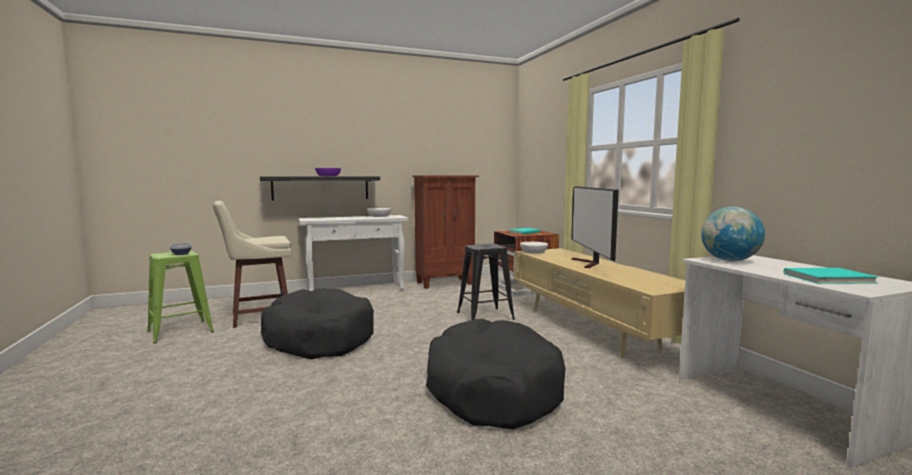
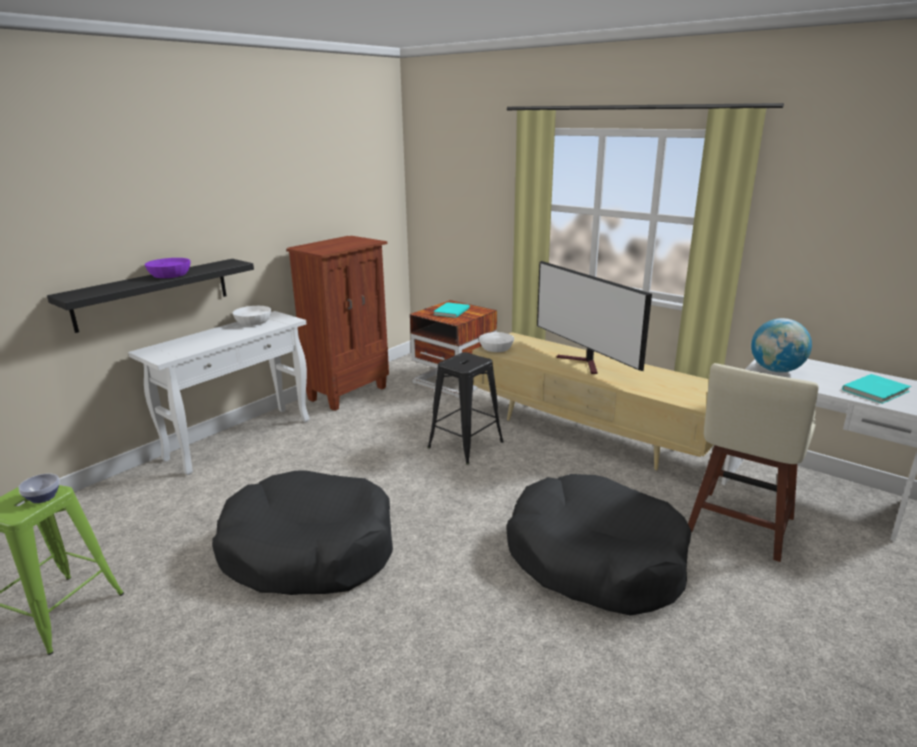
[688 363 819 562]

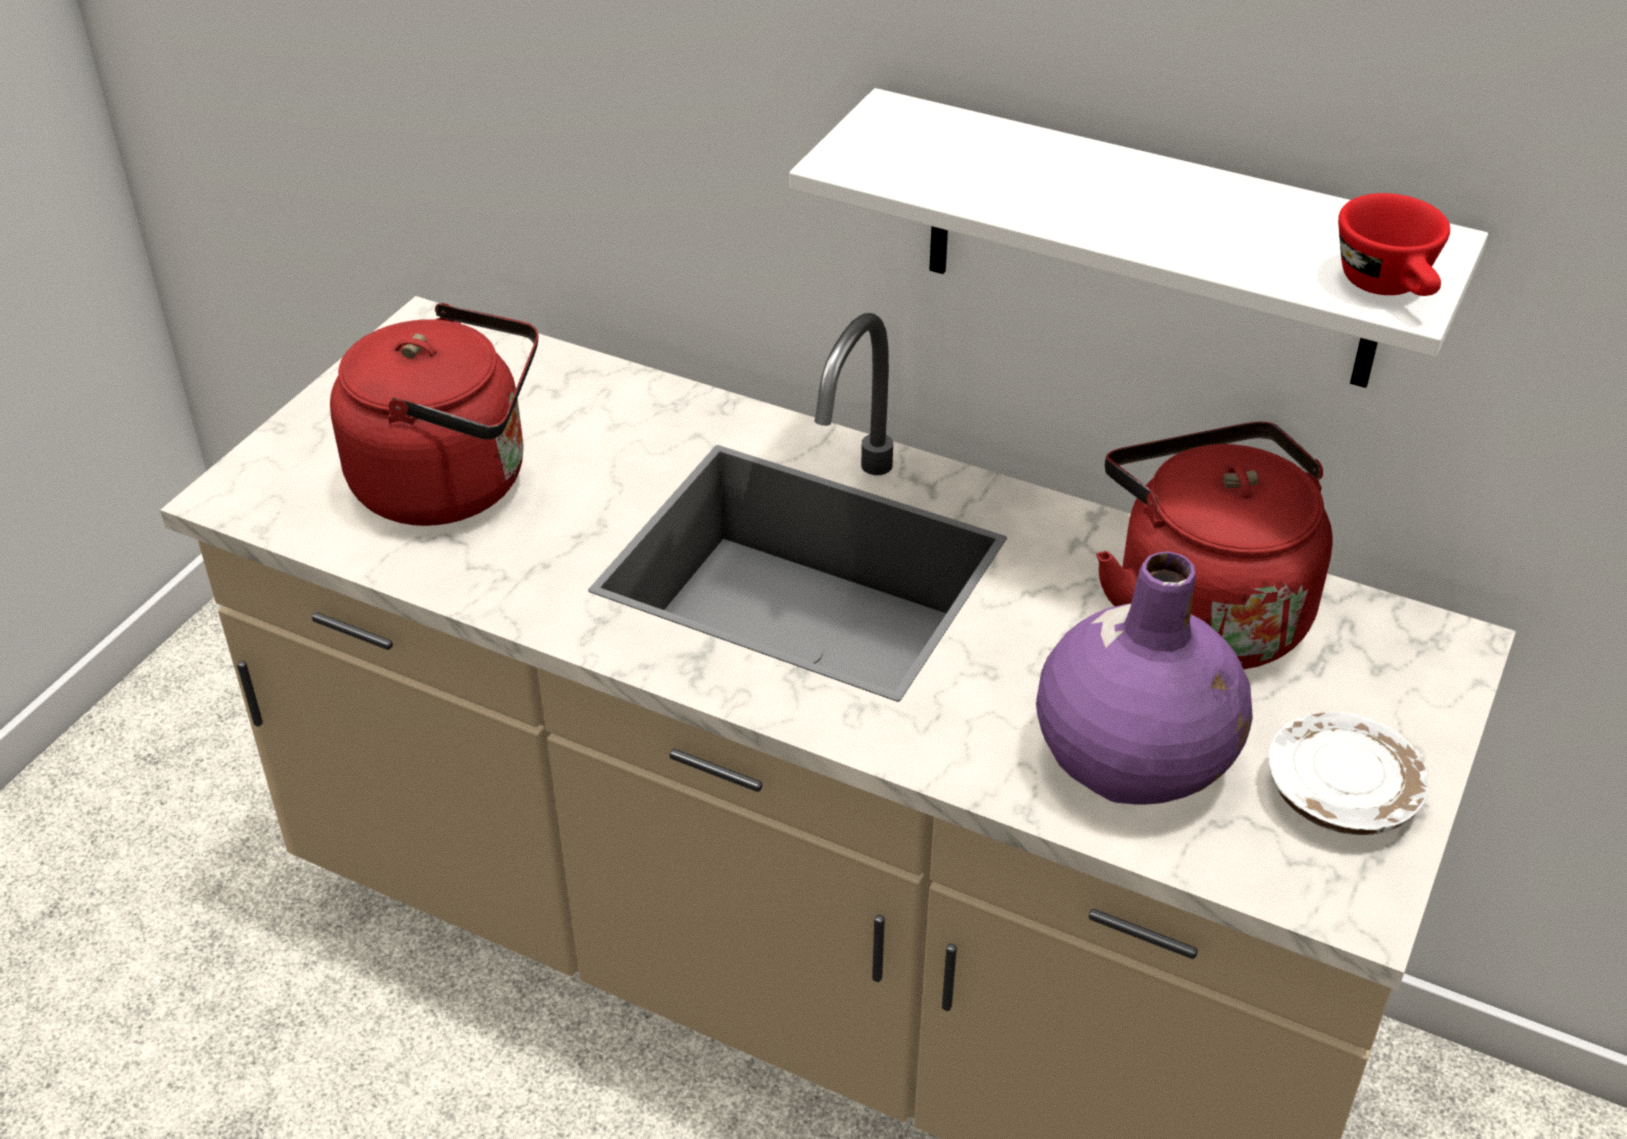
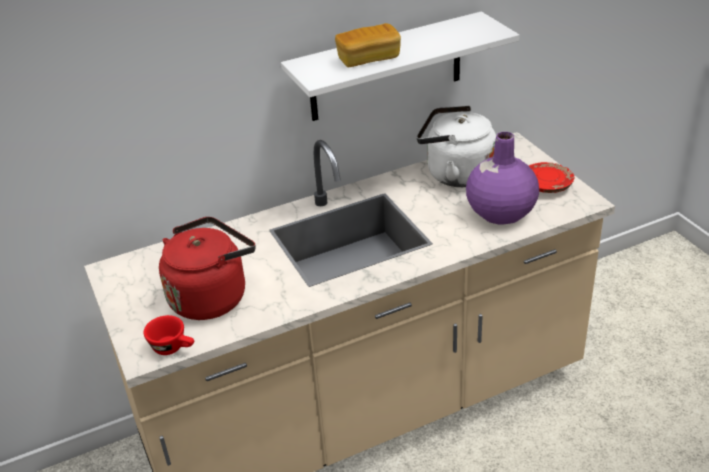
[417 105 496 187]
[529 162 574 193]
[144 315 194 355]
[335 23 401 67]

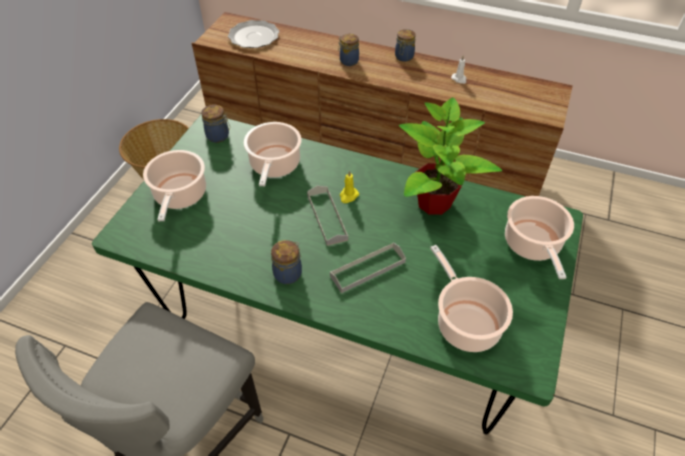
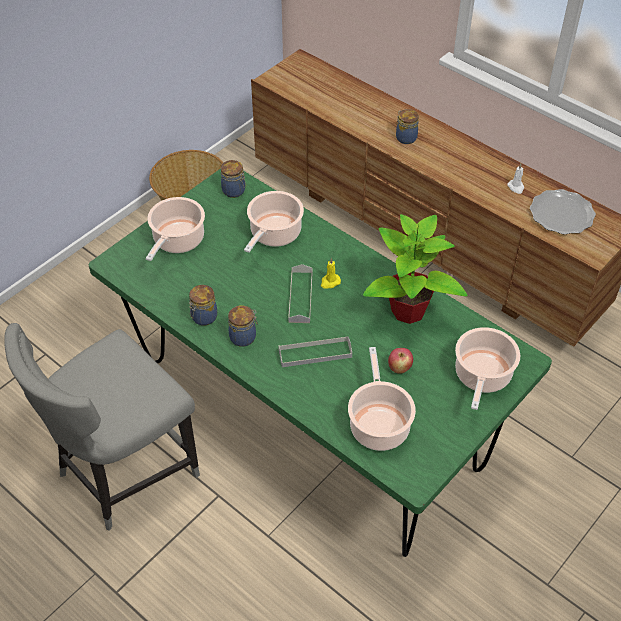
[530 189 596 234]
[189 285 217 325]
[388 348 413 374]

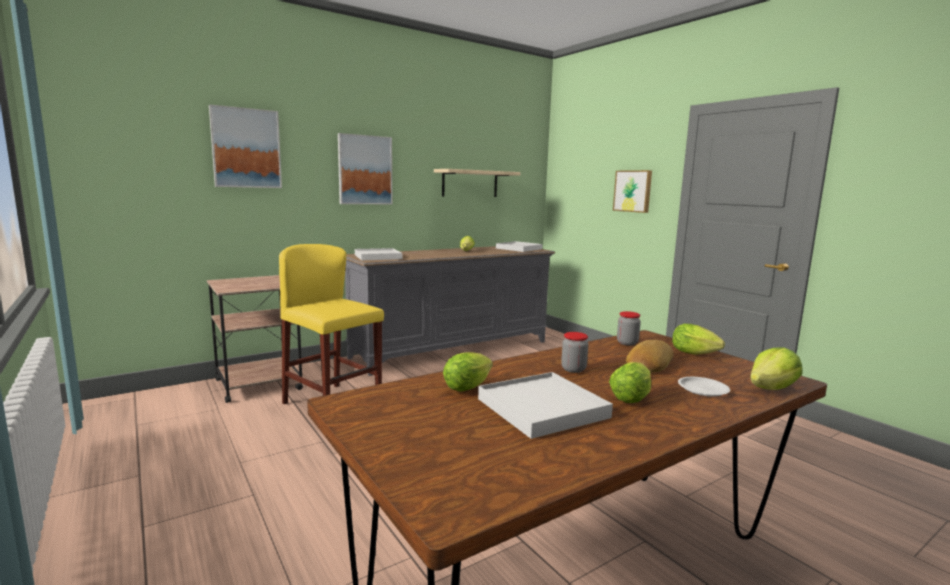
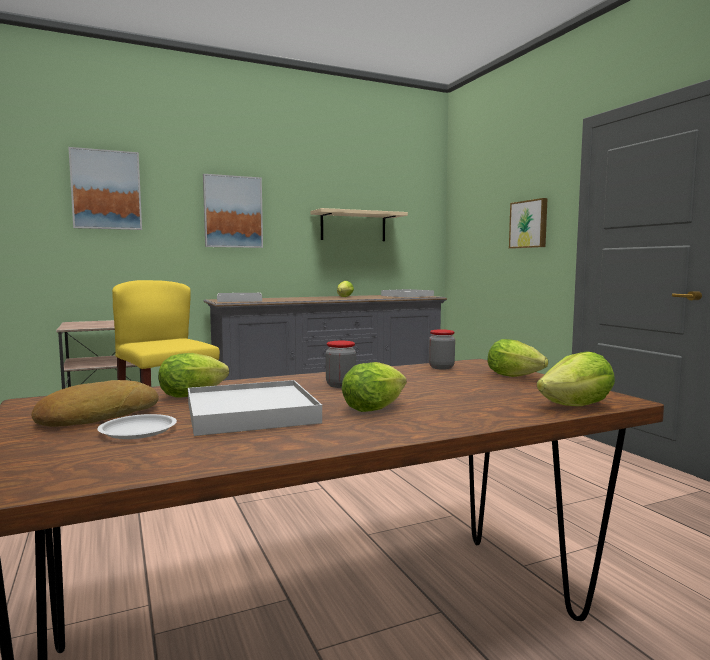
[31 380 159 427]
[97 414 177 439]

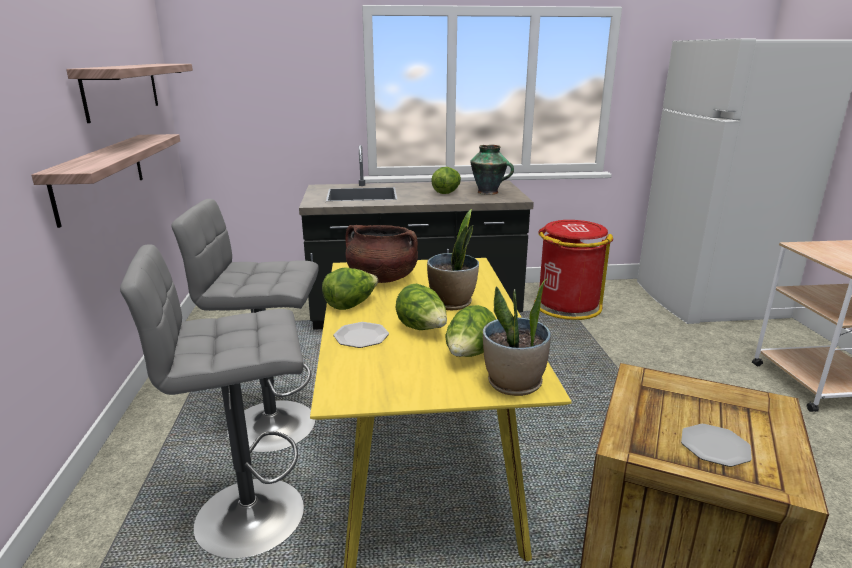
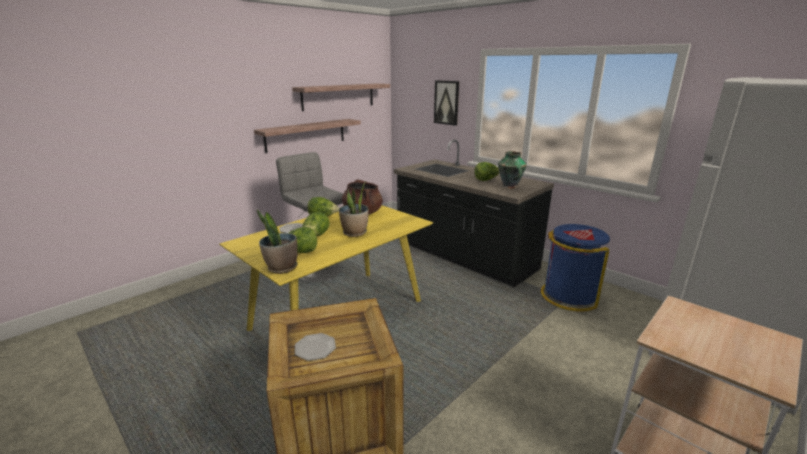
[120 244 304 559] (first image)
[541 224 610 312]
[434 80 459 126]

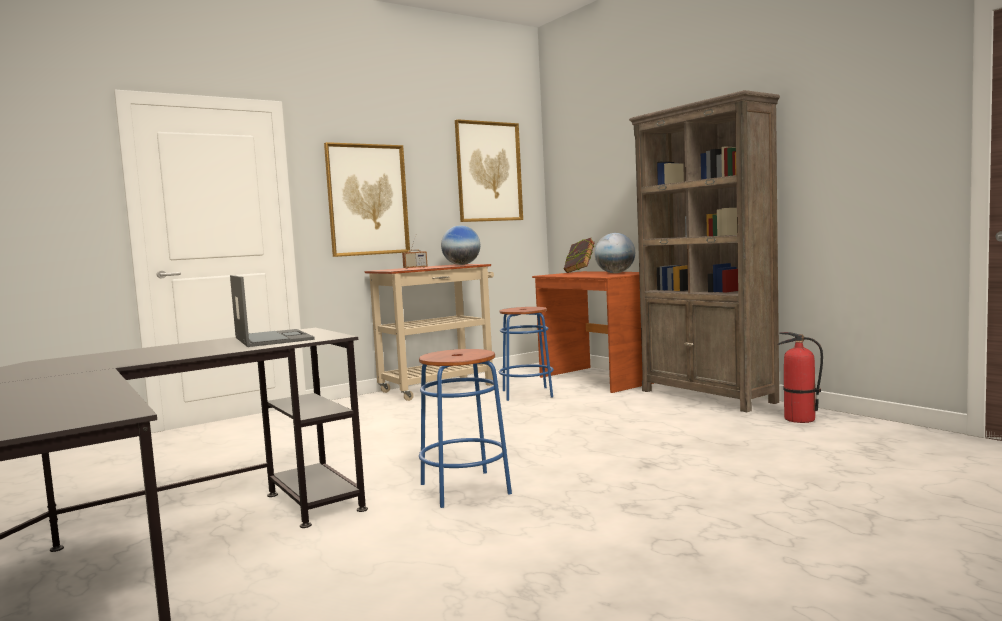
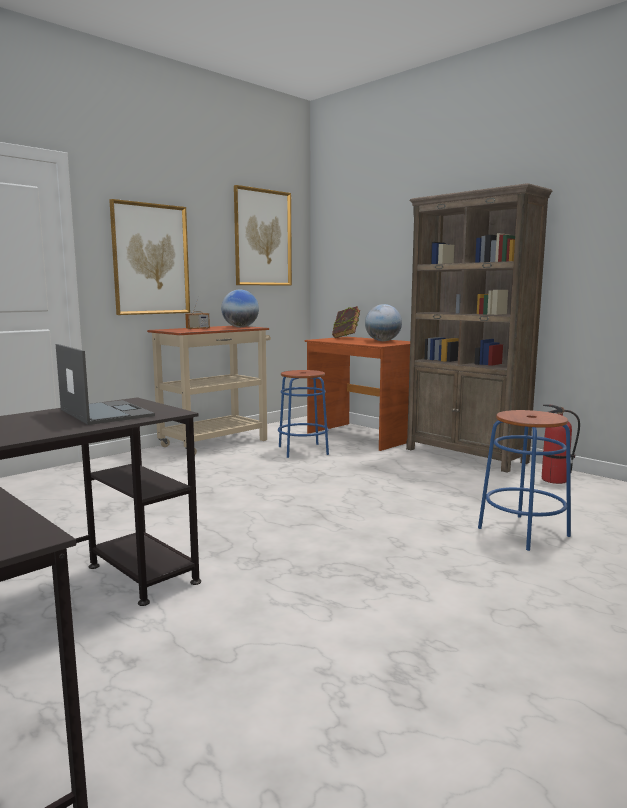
[478 410 571 551]

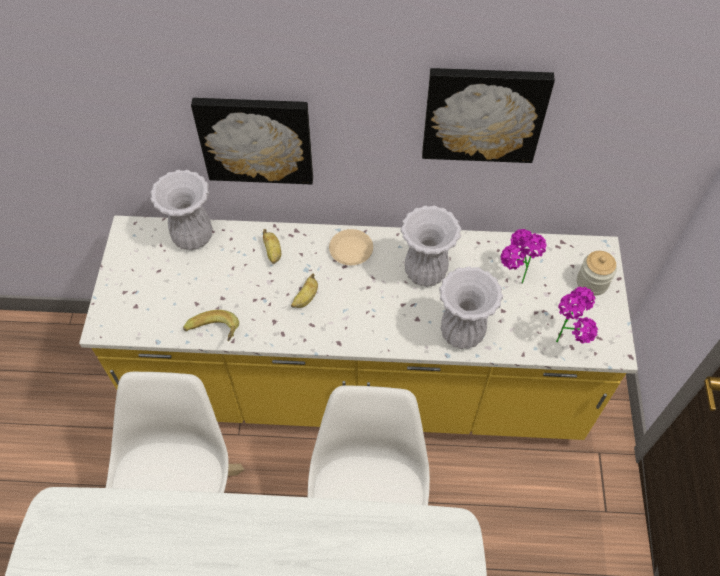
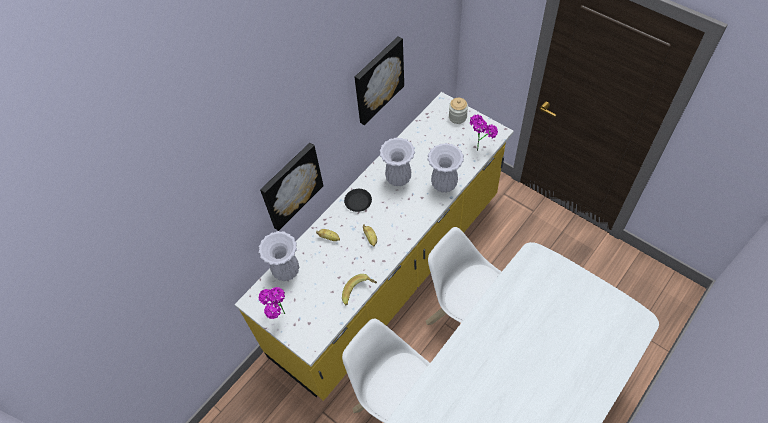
[344 189 372 212]
[258 287 285 319]

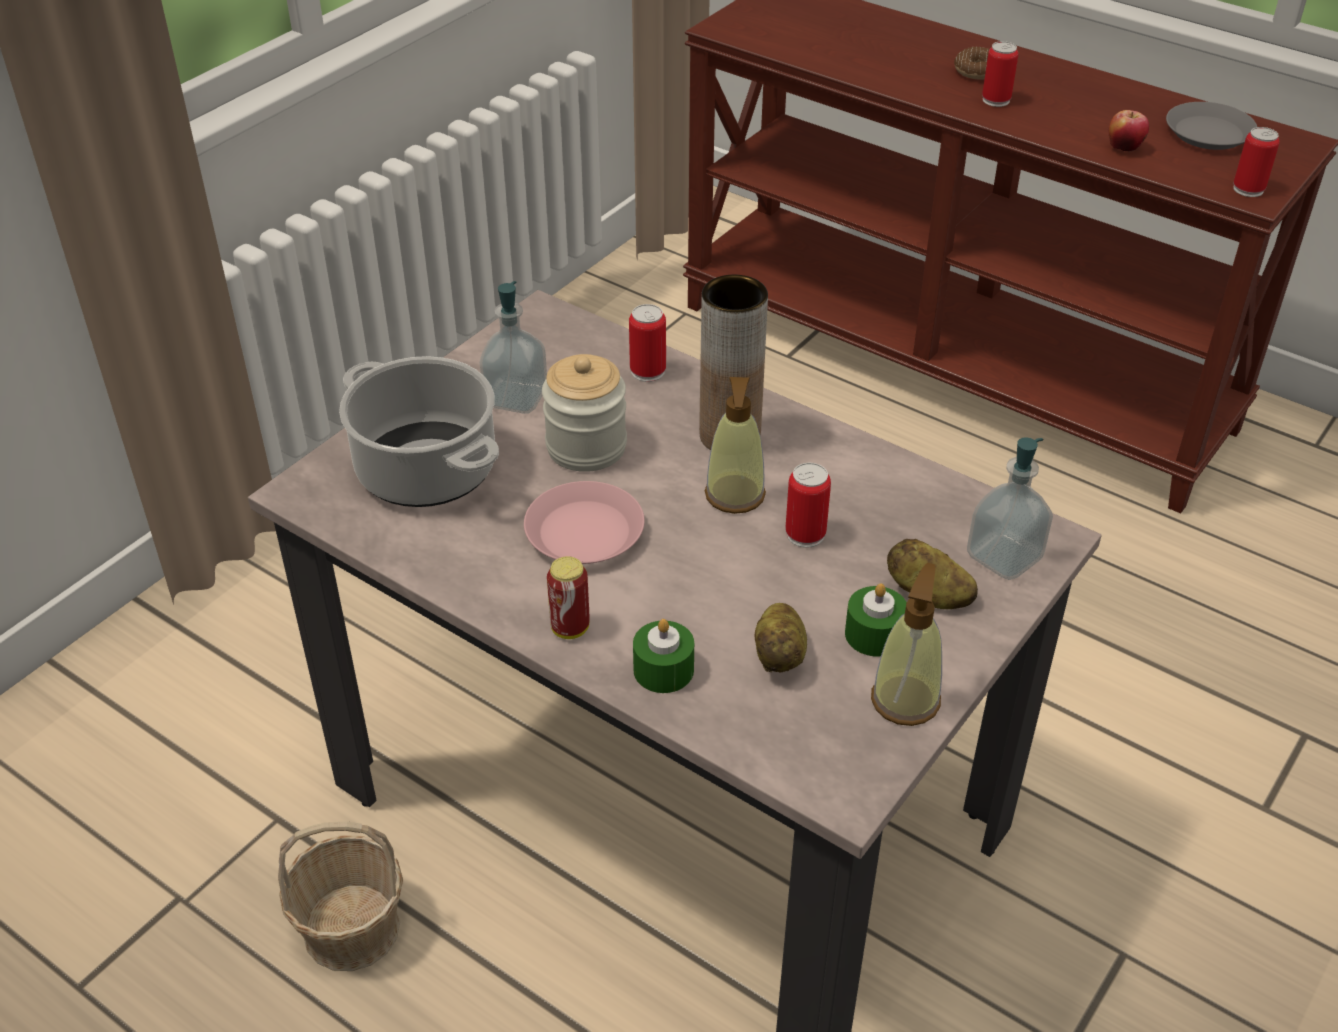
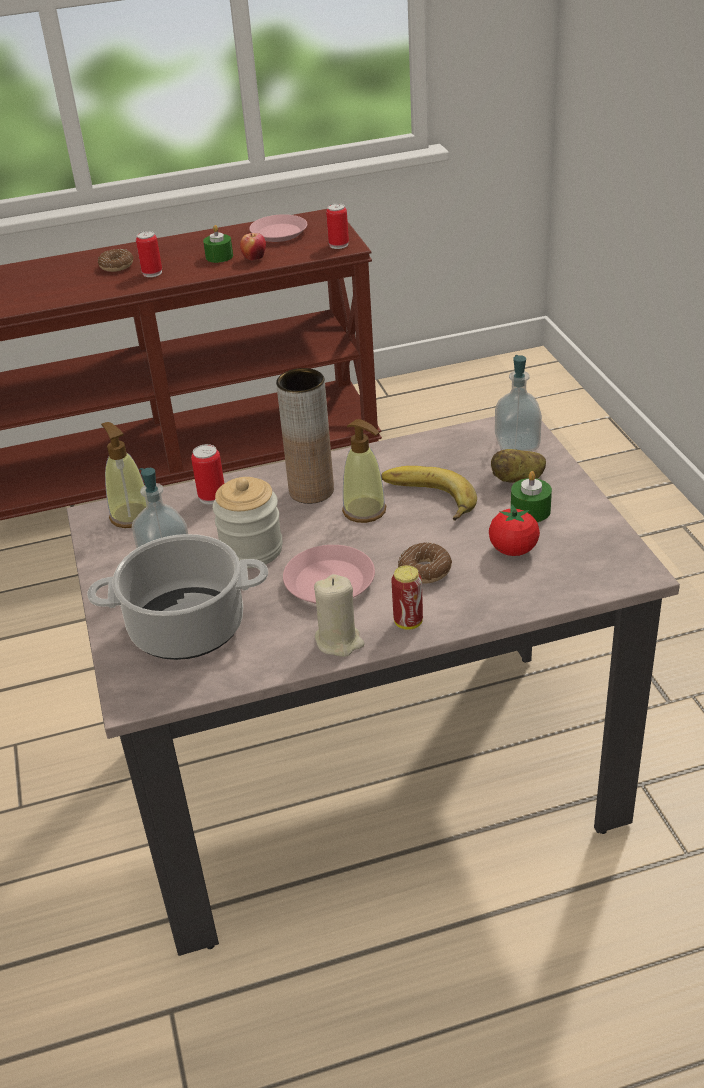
[278 821 403 971] (first image)
[203 225 233 263]
[489 504 540 556]
[381 466 477 521]
[101 422 147 528]
[249 214 307 242]
[314 574 365 657]
[398 542 452 584]

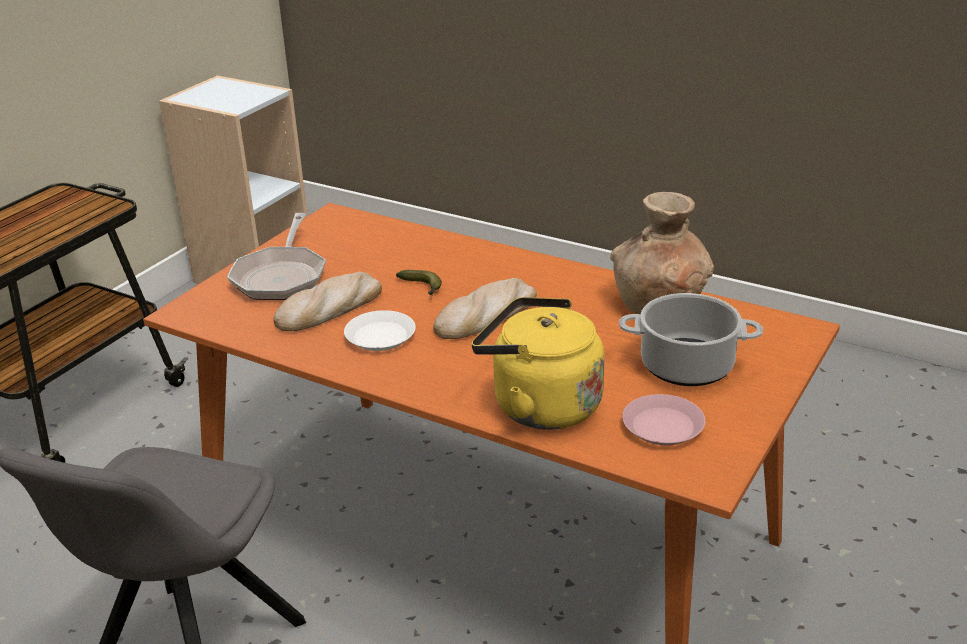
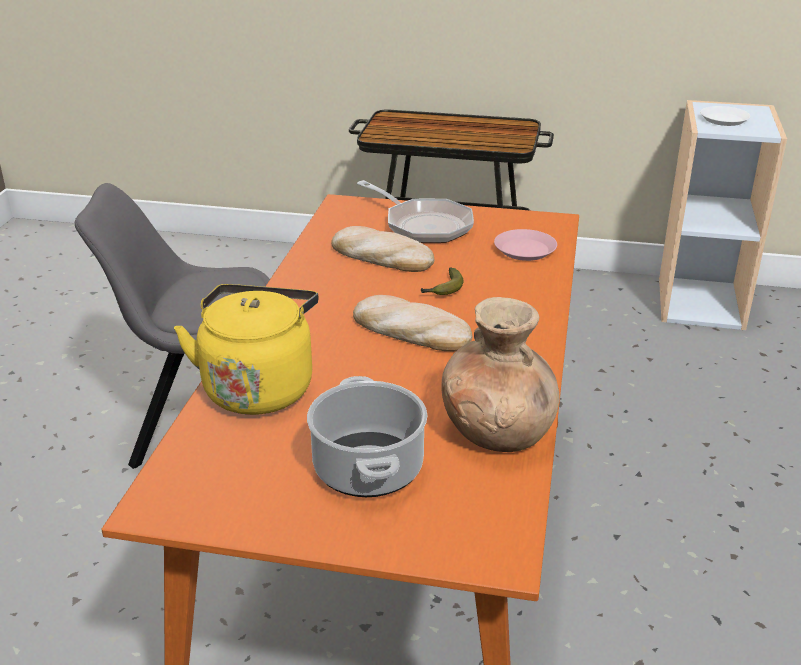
[357 180 474 243]
[700 106 750 126]
[494 229 557 261]

